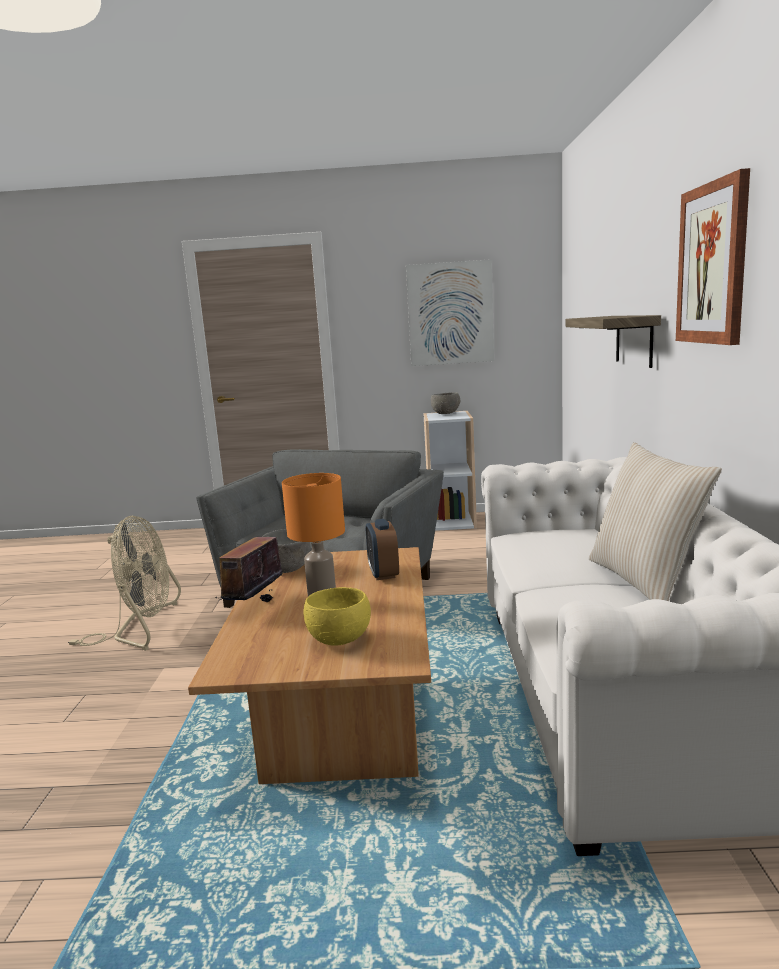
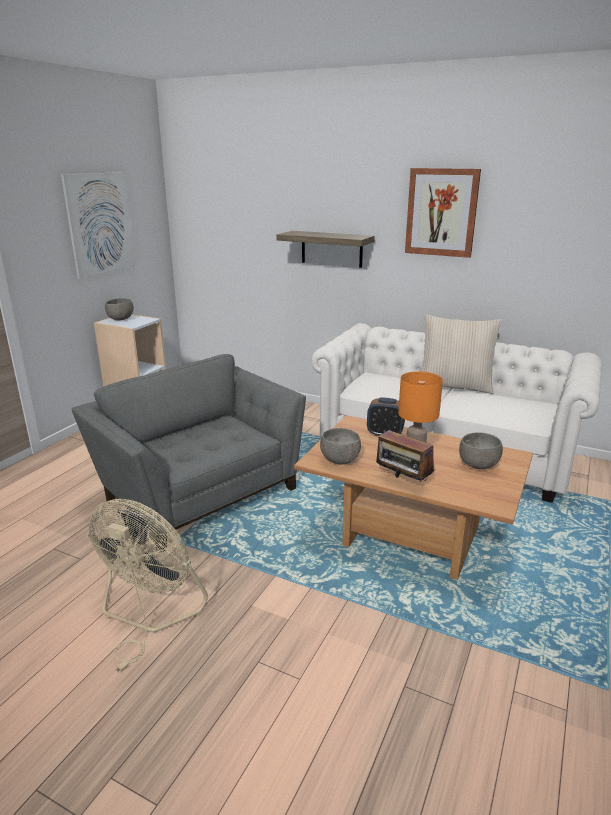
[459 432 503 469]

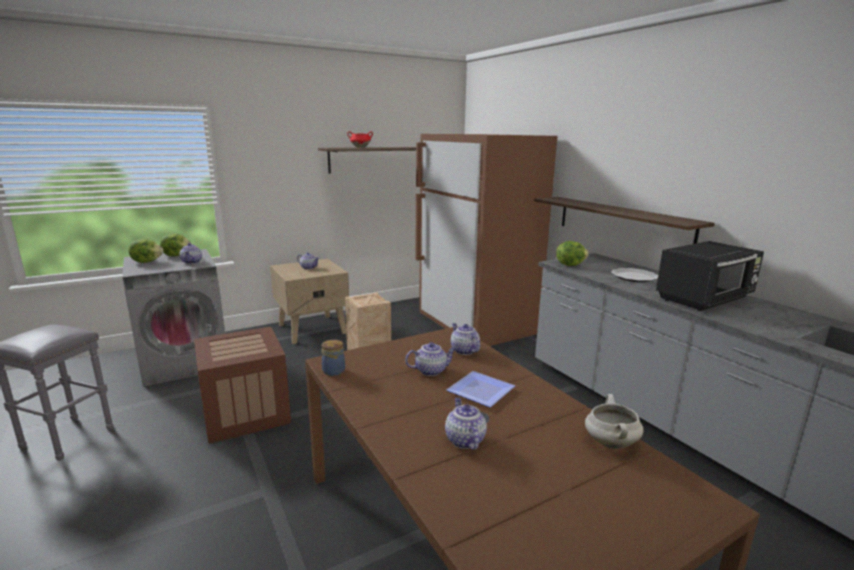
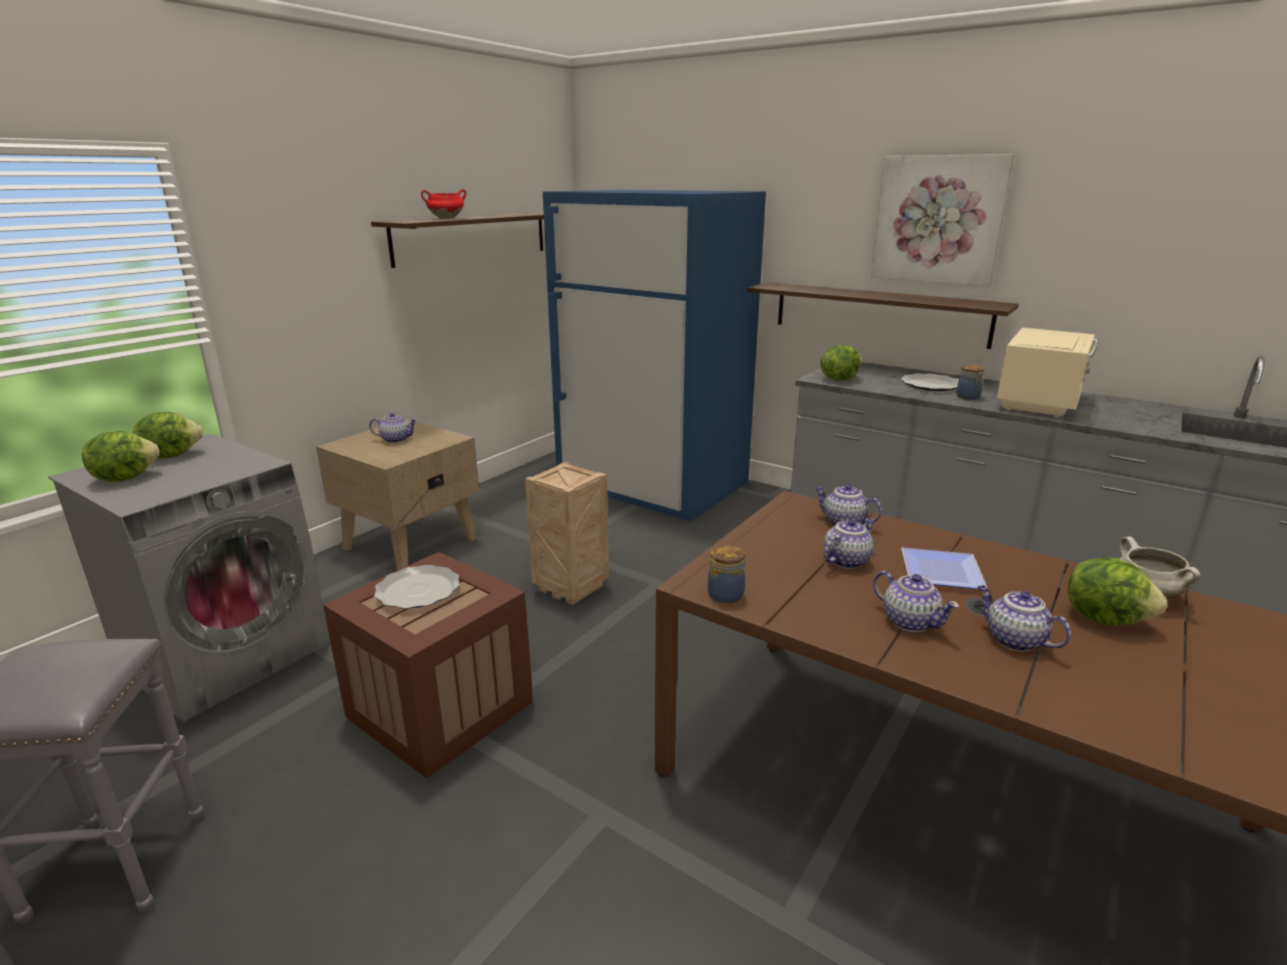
[873 571 960 632]
[543 190 766 522]
[997 328 1097 417]
[374 565 460 609]
[871 154 1014 286]
[956 365 984 400]
[1068 557 1167 626]

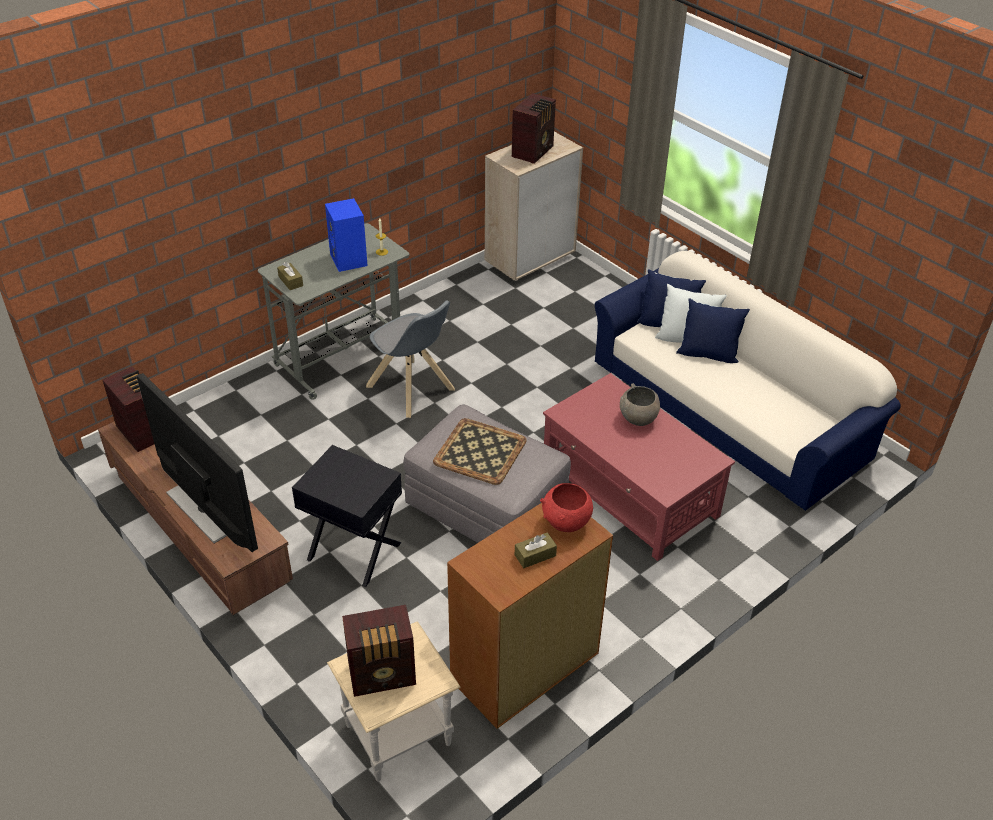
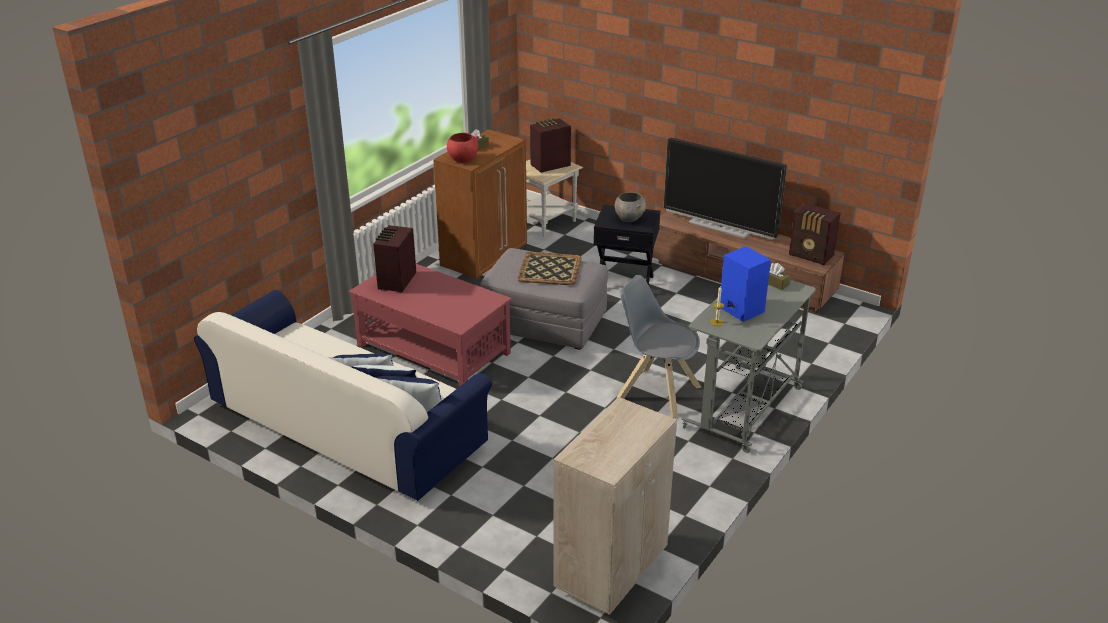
[373 225 416 293]
[615 192 646 222]

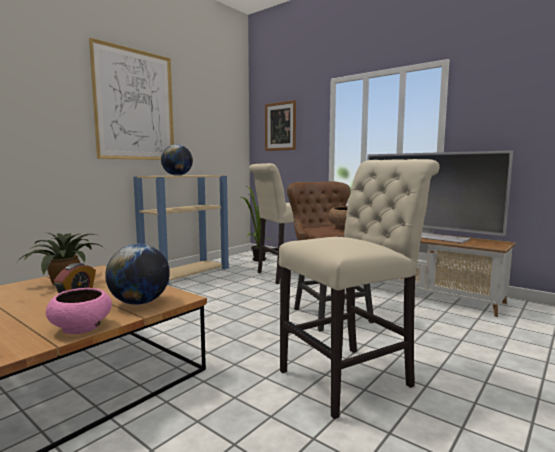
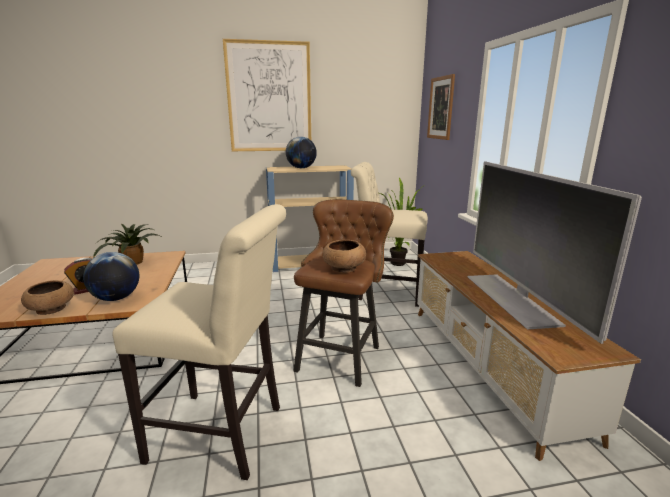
[21 280 74 315]

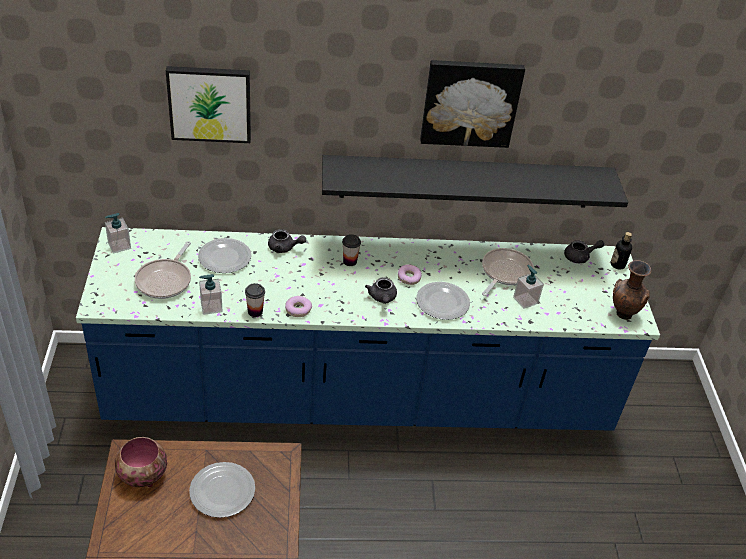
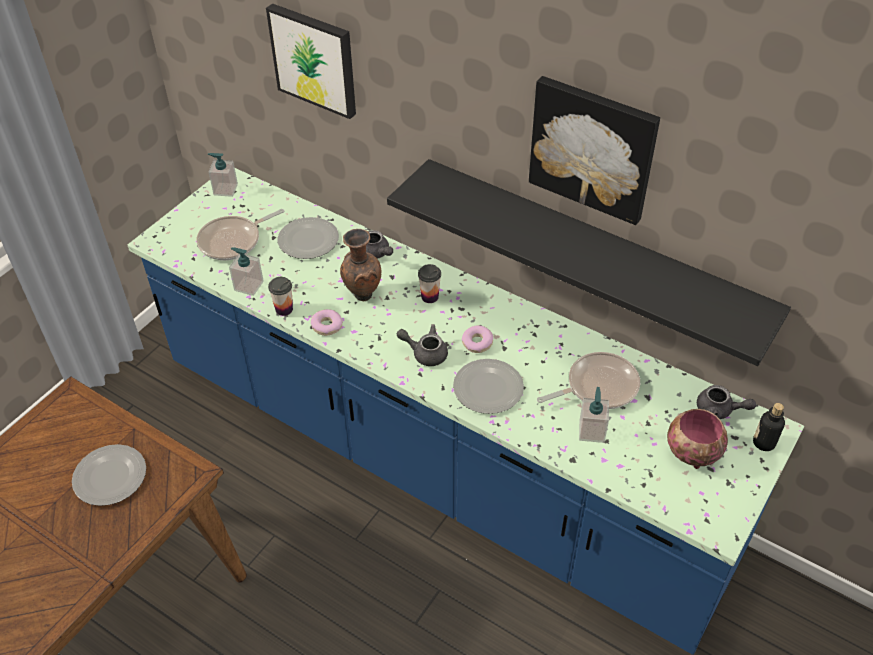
[667 409 728 469]
[397 324 448 366]
[340 229 381 302]

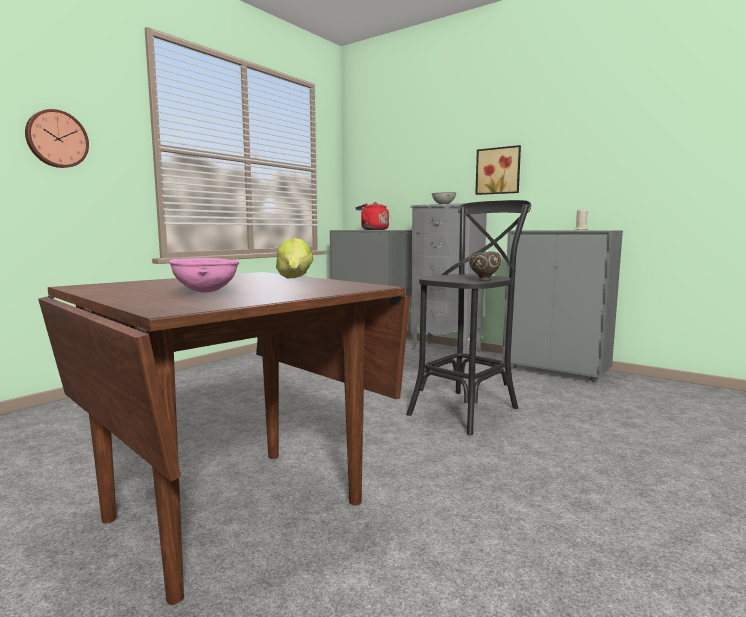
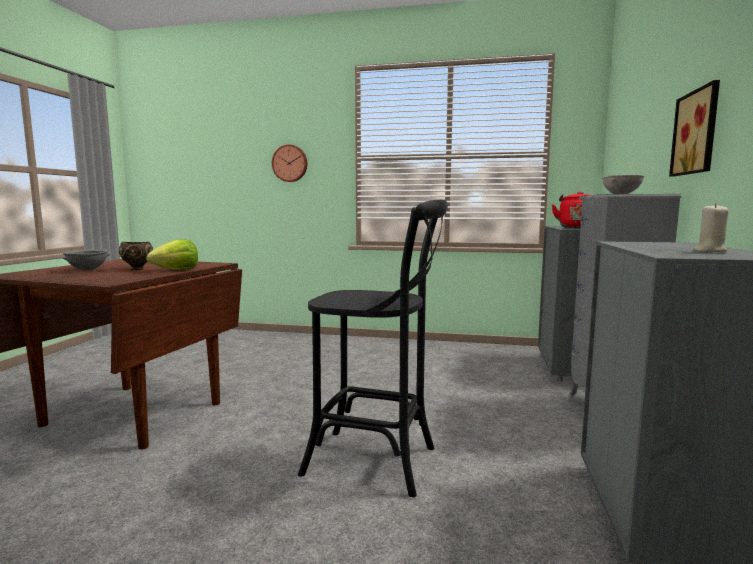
[62 249 110 270]
[119 241 153 270]

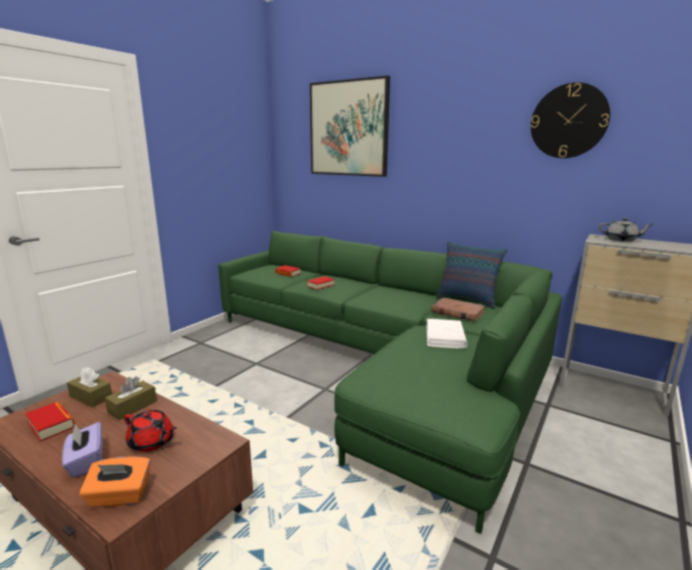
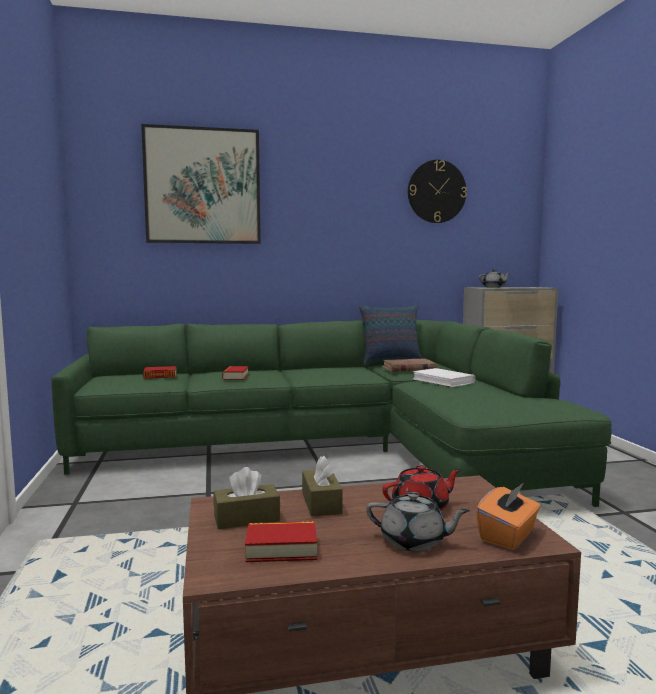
[366 492 470 551]

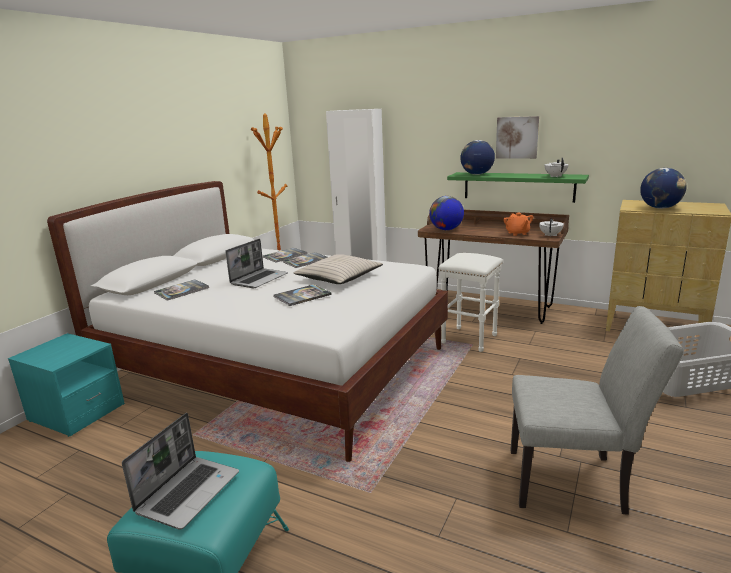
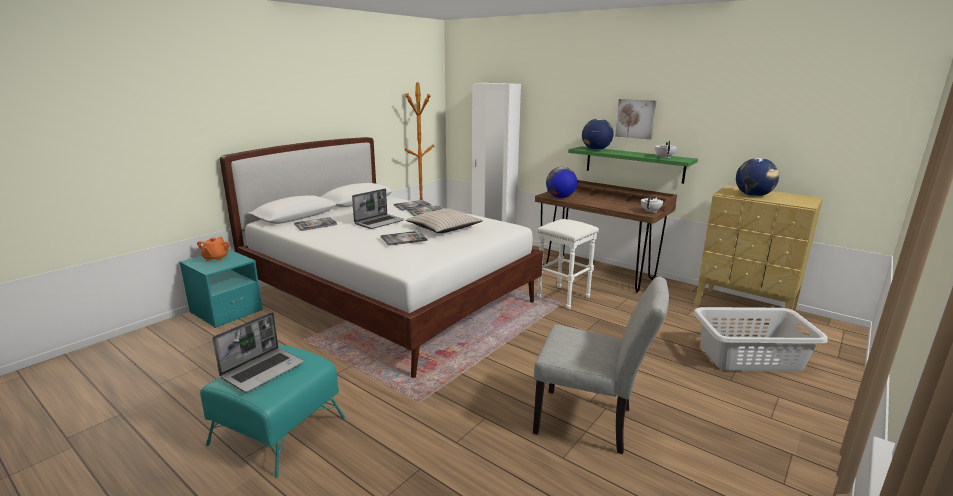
[197 237 230 261]

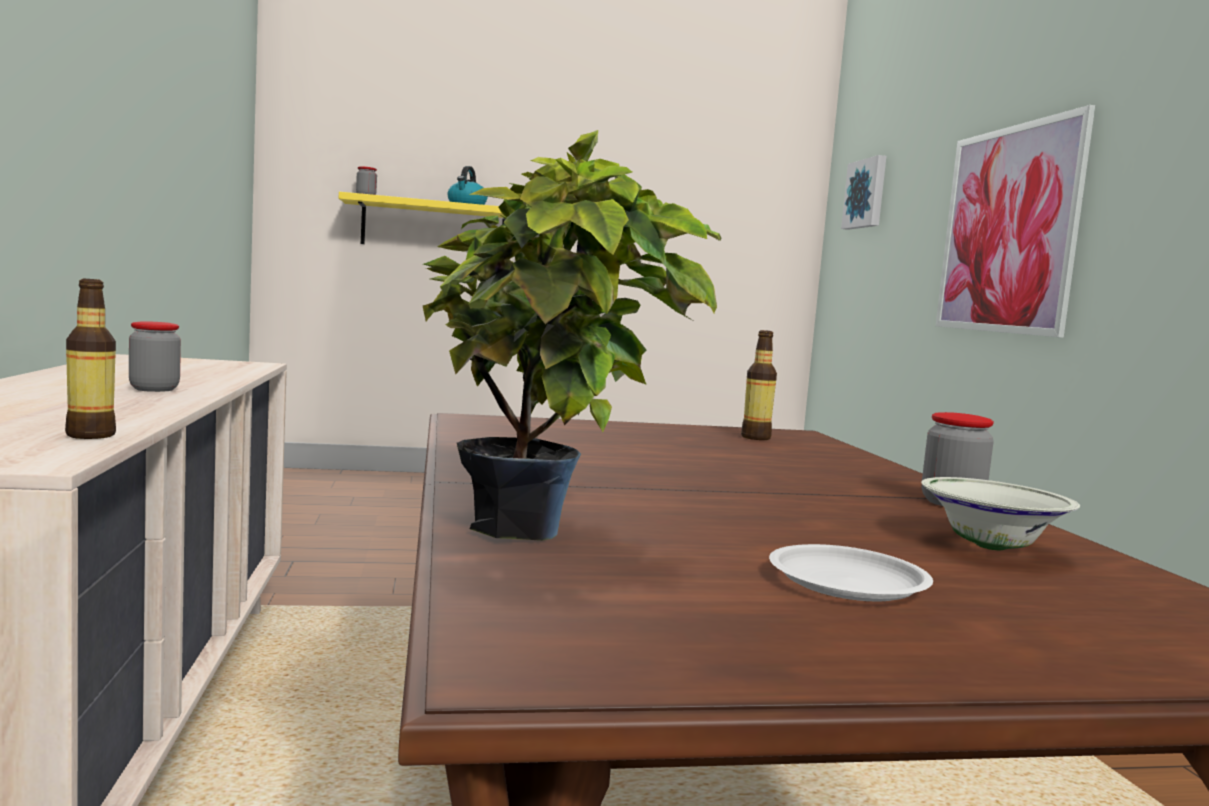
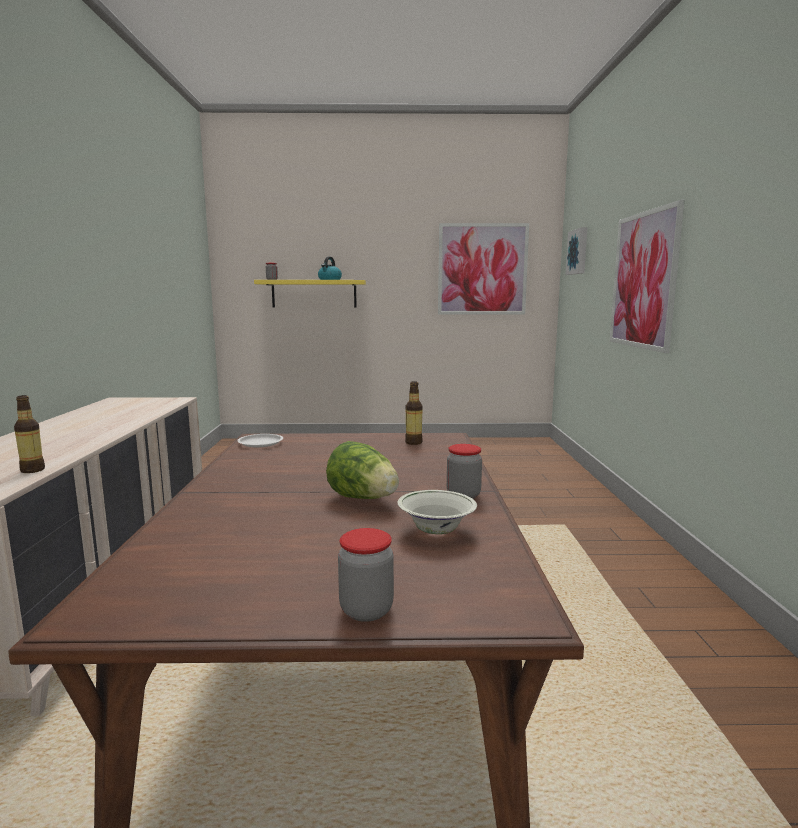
[338 528 394 622]
[423 130 721 541] (first image)
[237 434 283 447]
[326 441 399 499]
[438 223 529 315]

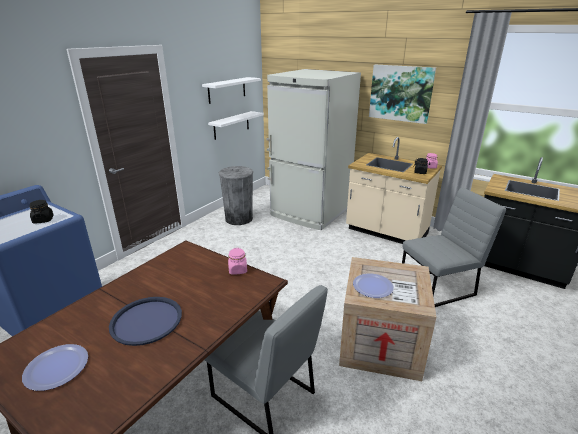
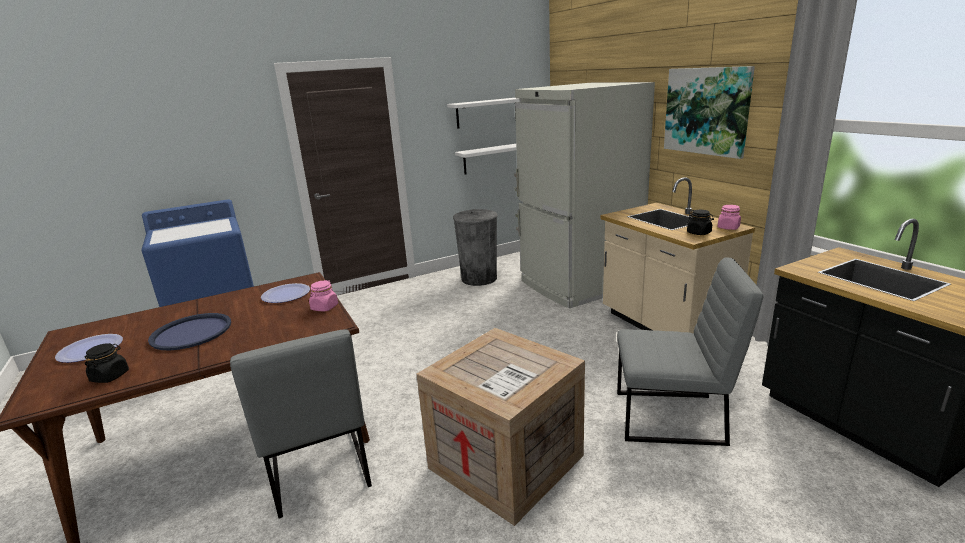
[85 343 129 383]
[261 283 310 303]

